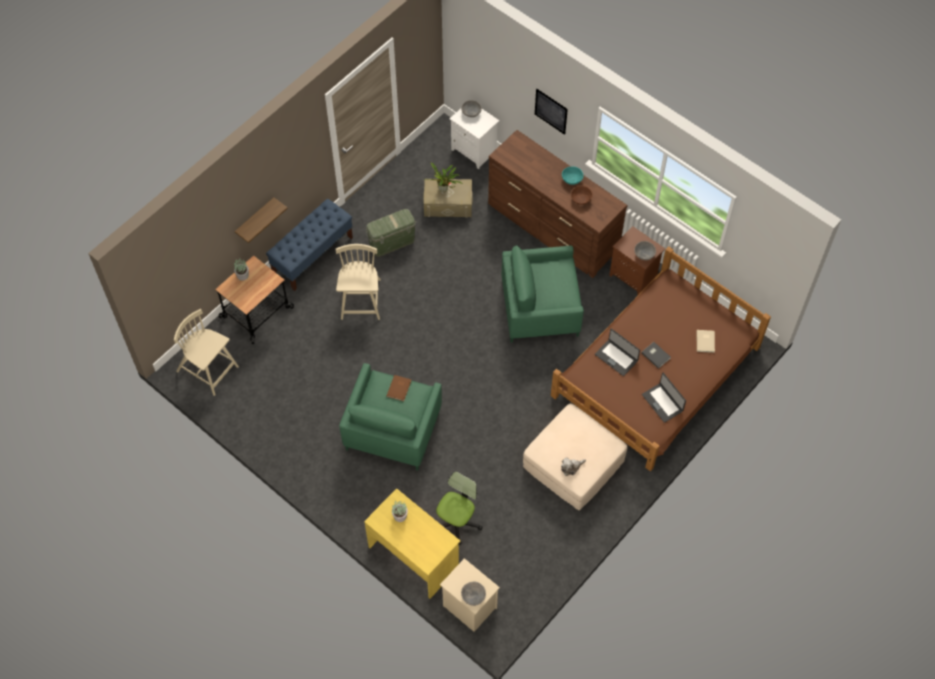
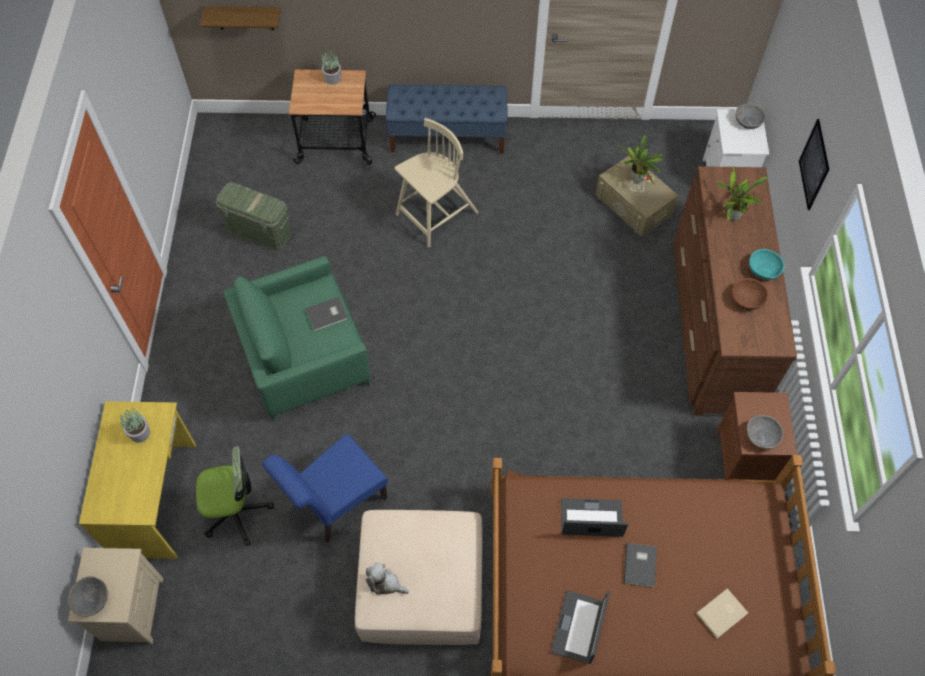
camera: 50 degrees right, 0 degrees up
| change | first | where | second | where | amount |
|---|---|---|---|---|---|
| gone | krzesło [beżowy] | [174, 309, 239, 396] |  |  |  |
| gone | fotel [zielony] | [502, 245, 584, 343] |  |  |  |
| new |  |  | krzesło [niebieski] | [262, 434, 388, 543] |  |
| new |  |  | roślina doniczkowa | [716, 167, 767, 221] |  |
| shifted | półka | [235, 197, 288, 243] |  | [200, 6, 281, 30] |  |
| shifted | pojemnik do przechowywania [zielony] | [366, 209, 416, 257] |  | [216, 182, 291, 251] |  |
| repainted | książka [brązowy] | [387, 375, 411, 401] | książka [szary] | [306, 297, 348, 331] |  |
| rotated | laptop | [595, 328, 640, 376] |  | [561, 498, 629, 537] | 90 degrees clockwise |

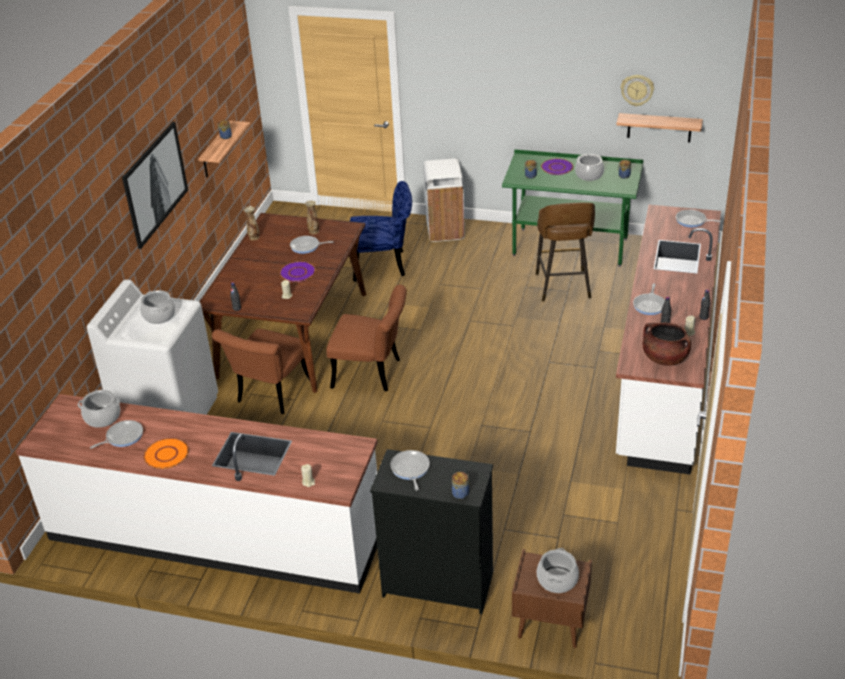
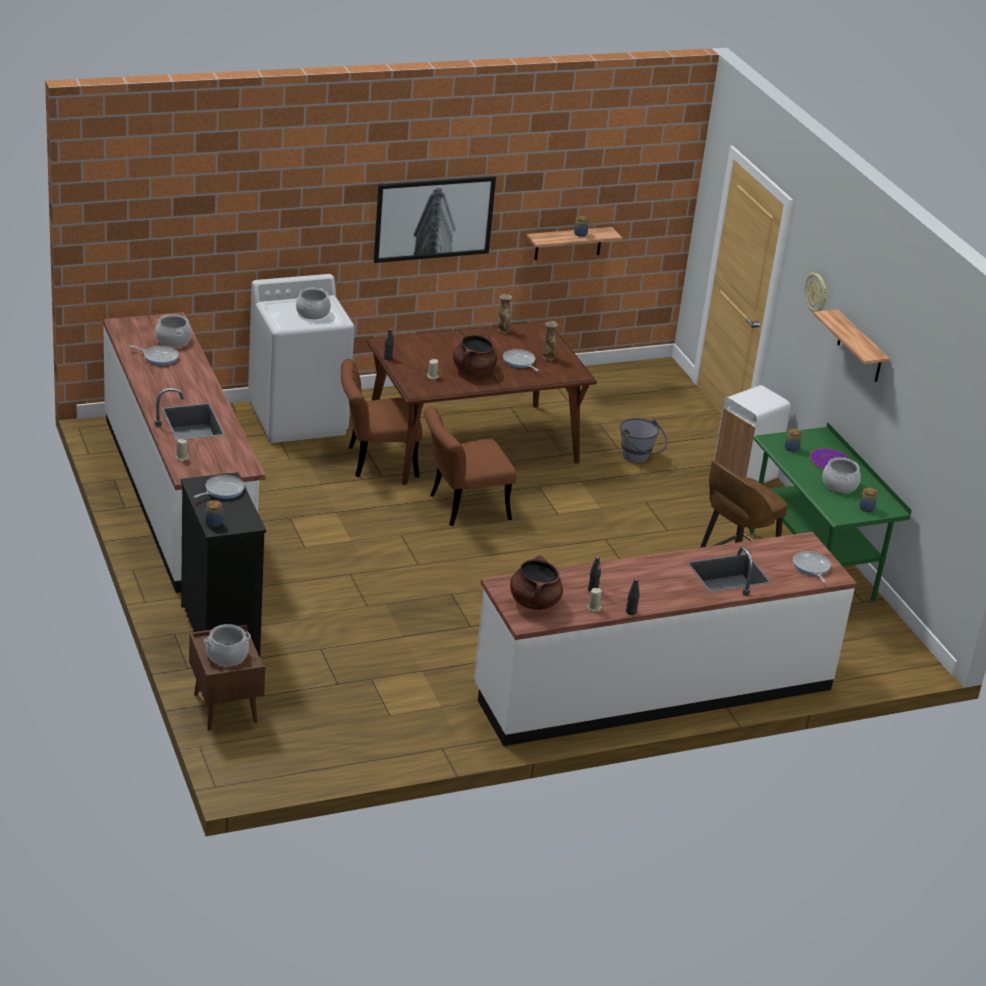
camera: 50 degrees right, 5 degrees down
| change | first | where | second | where | amount |
|---|---|---|---|---|---|
| gone | talerz [pomarańczowy] | [144, 438, 189, 469] |  |  |  |
| gone | patelnia | [633, 284, 665, 315] |  |  |  |
| shifted | półka | [616, 113, 703, 142] |  | [813, 309, 890, 382] |  |
| shifted | zegar ścienny | [621, 75, 654, 106] |  | [805, 273, 827, 313] |  |
| swapped | talerz [fioletowy] | [280, 261, 316, 282] | garnek [brązowy] | [453, 334, 497, 375] |  |
| swapped | krzesło [niebieski] | [350, 181, 412, 282] | wiadro [szary] | [620, 418, 667, 463] |  |
| rotated | krzesło [brązowy] | [326, 285, 407, 392] |  | [424, 406, 516, 526] | 90 degrees clockwise |

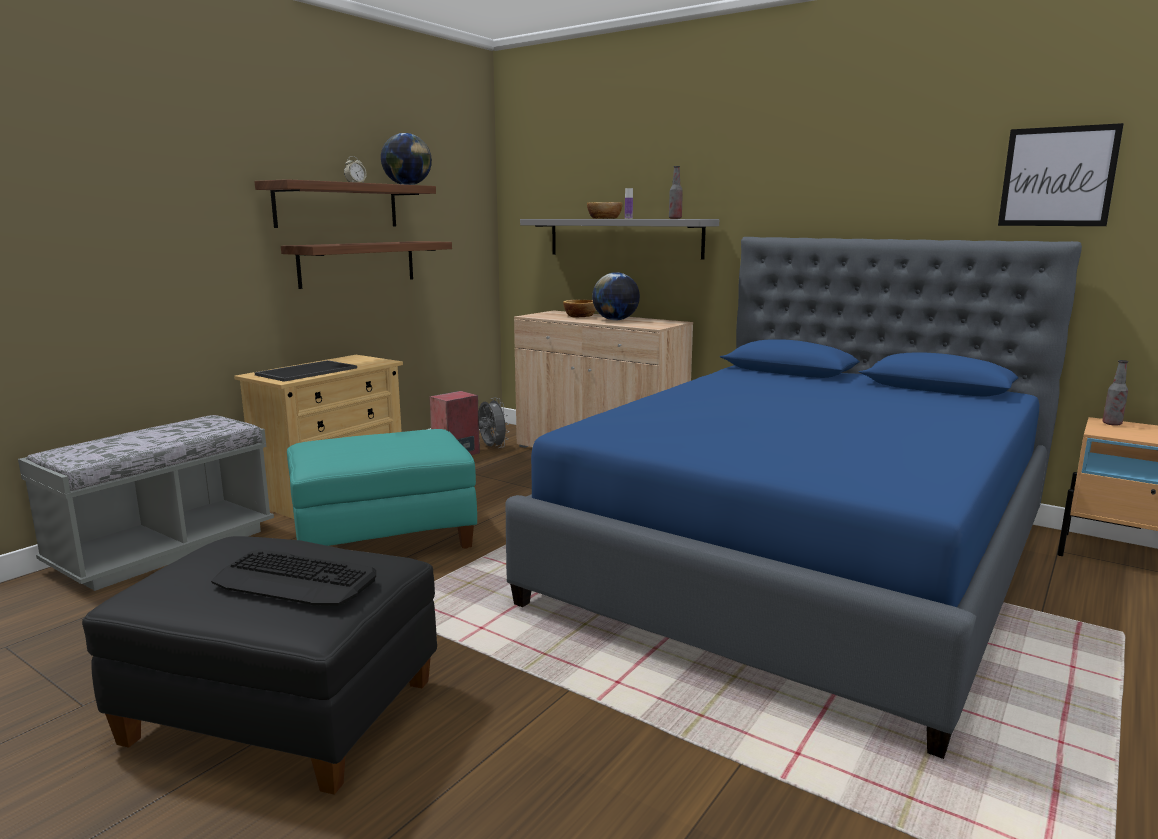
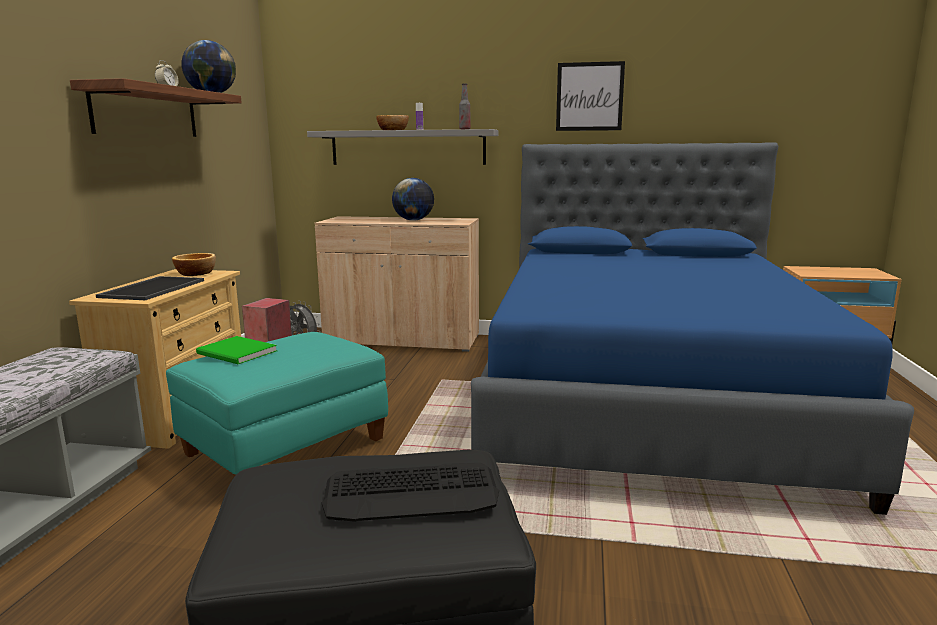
camera: 25 degrees left, 0 degrees up
| change | first | where | second | where | amount |
|---|---|---|---|---|---|
| gone | półka | [281, 241, 452, 289] |  |  |  |
| gone | butelka | [1102, 360, 1128, 426] |  |  |  |
| new |  |  | książka [zielony] | [196, 336, 277, 364] |  |
| shifted | miska | [563, 300, 596, 318] |  | [172, 253, 216, 276] |  |
| shifted | obraz | [998, 123, 1124, 226] |  | [556, 61, 625, 131] |  |

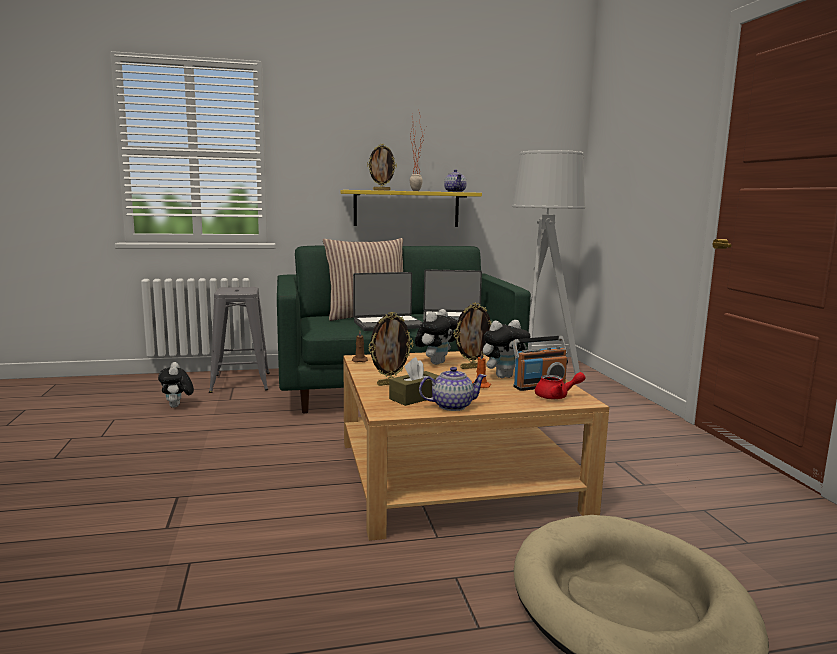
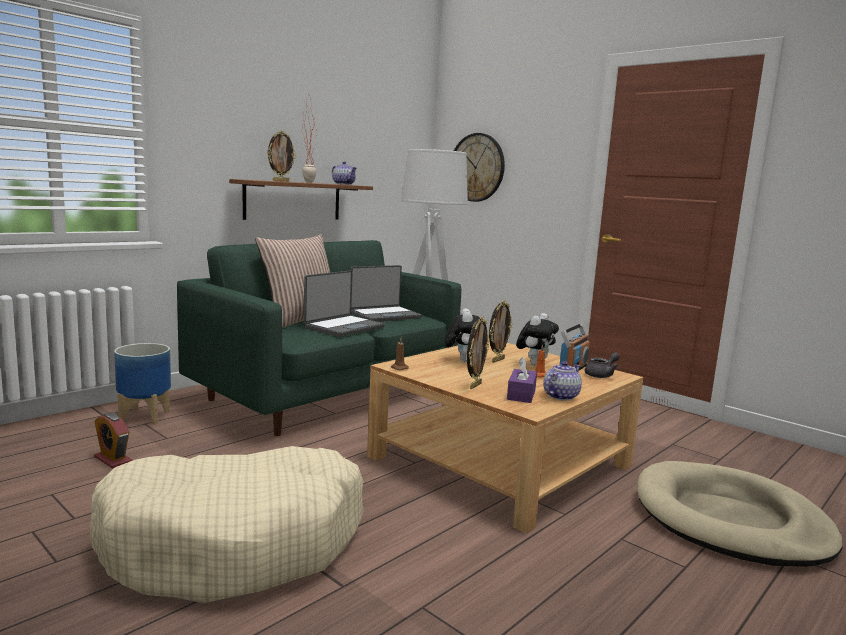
camera: 35 degrees left, 0 degrees up
| change | first | where | second | where | amount |
|---|---|---|---|---|---|
| new |  |  | legowisko [beżowy] | [90, 446, 363, 603] |  |
| new |  |  | zegar ścienny | [454, 133, 505, 202] |  |
| swapped | pluszak | [158, 362, 194, 408] | budzik | [94, 412, 132, 469] |  |
| swapped | stołek [szary] | [209, 287, 270, 393] | donica | [114, 343, 171, 425] |  |
| repainted | półka [żółty] | [340, 190, 482, 227] | półka [brązowy] | [229, 179, 373, 220] |  |
| repainted | pudełko chusteczek [brązowy] | [389, 357, 439, 406] | pudełko chusteczek [fioletowy] | [507, 357, 537, 403] |  |
| repainted | imbryk [czerwony] | [535, 372, 586, 399] | imbryk [szary] | [585, 352, 620, 378] |  |

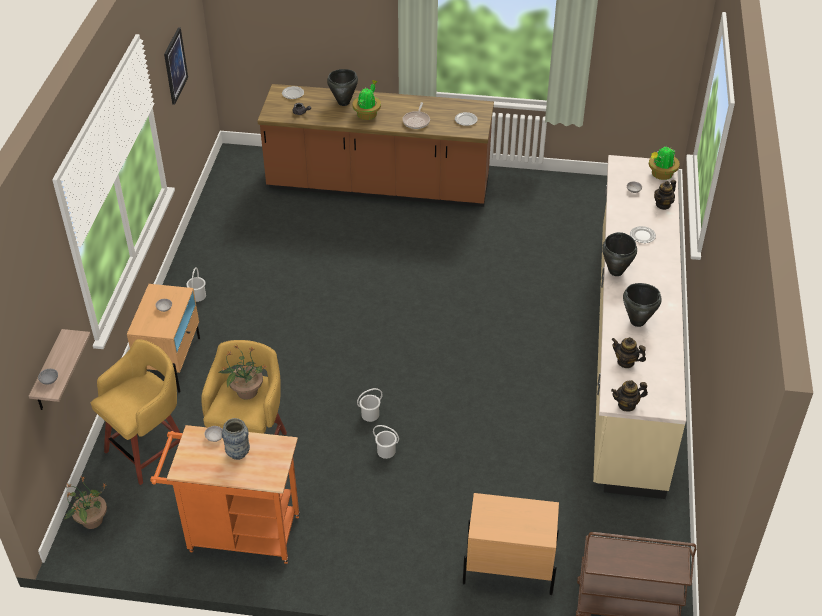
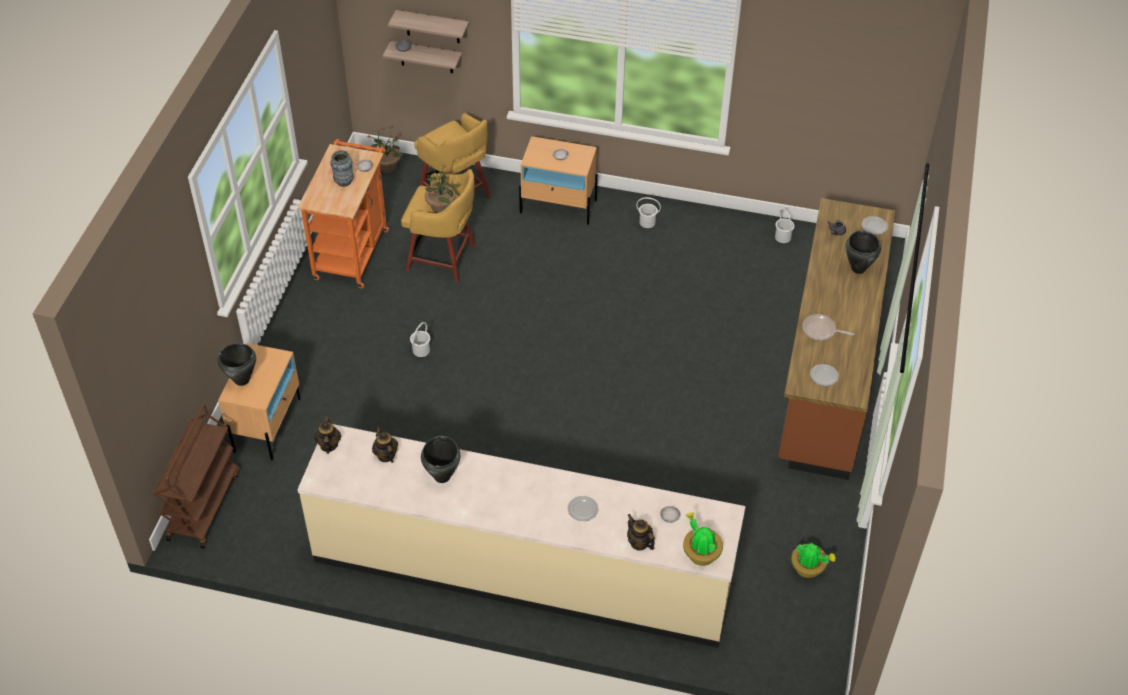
camera: 95 degrees right, 5 degrees up
| change | first | where | second | where | amount |
|---|---|---|---|---|---|
| gone | obraz | [164, 27, 188, 105] |  |  |  |
| new |  |  | półka | [388, 10, 469, 43] |  |
| shifted | roślina doniczkowa | [353, 80, 381, 120] |  | [791, 543, 836, 578] |  |
| shifted | wiadro [biały] | [357, 388, 383, 422] |  | [775, 209, 795, 243] |  |
| shifted | garnek [czarny] | [602, 232, 637, 276] |  | [218, 343, 256, 386] |  |
| rotated | imbryk | [611, 337, 646, 368] |  | [372, 426, 398, 463] | 60 degrees counterclockwise |

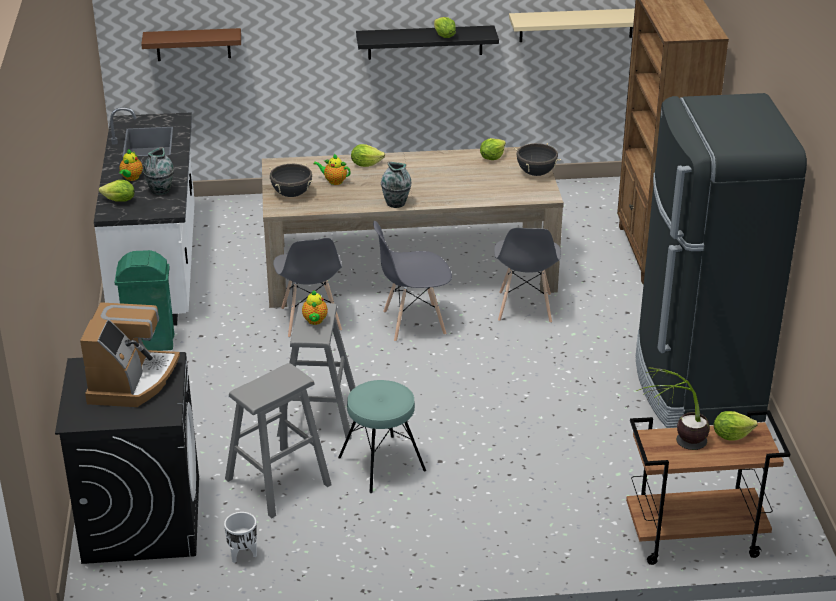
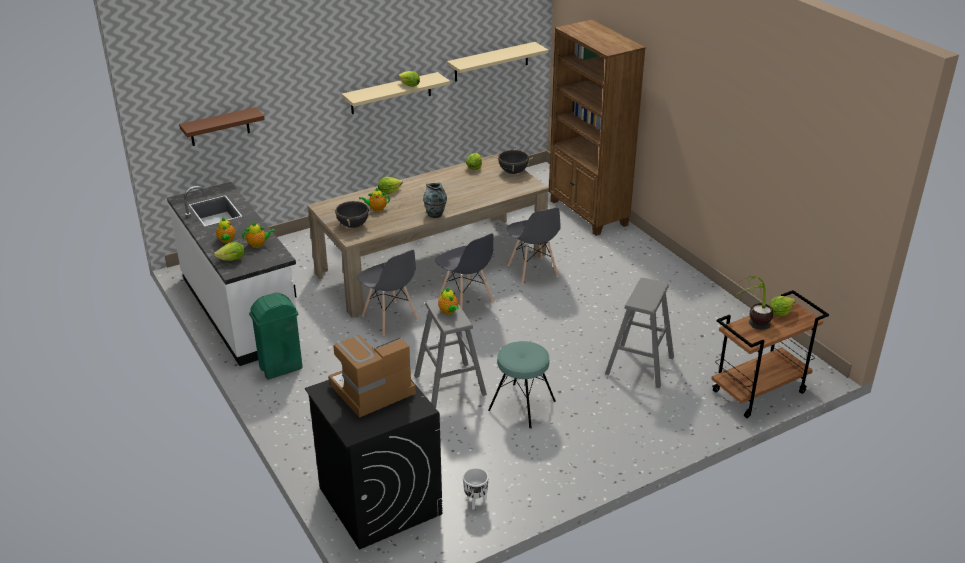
camera: 25 degrees left, 0 degrees up
| change | first | where | second | where | amount |
|---|---|---|---|---|---|
| gone | lodówka [czarny] | [635, 93, 807, 428] |  |  |  |
| shifted | stołek [szary] | [225, 363, 332, 518] |  | [605, 278, 674, 388] |  |
| swapped | wazon | [143, 147, 174, 195] | imbryk | [242, 221, 275, 248] |  |
| repainted | półka [czarny] | [356, 25, 499, 60] | półka [beżowy] | [342, 72, 450, 114] |  |
| rotated | ekspres do kawy | [80, 302, 180, 407] |  | [328, 335, 416, 418] | 105 degrees counterclockwise |
| rotated | krzesło [szary] | [373, 221, 452, 342] |  | [435, 233, 494, 308] | 90 degrees counterclockwise |

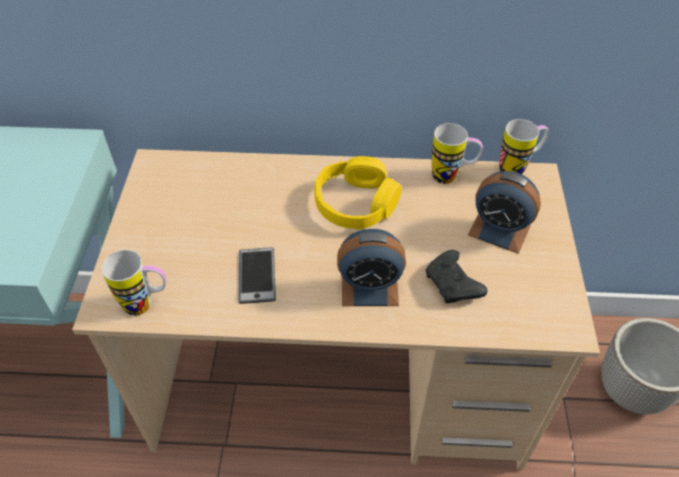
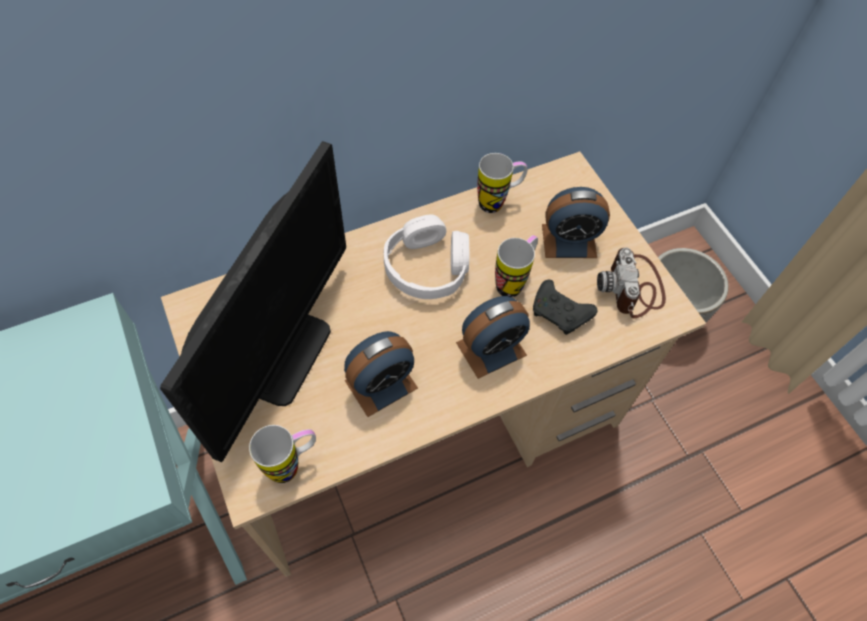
camera: 30 degrees left, 10 degrees up
| change | first | where | second | where | amount |
|---|---|---|---|---|---|
| new |  |  | monitor | [160, 141, 346, 462] |  |
| new |  |  | aparat fotograficzny | [597, 248, 666, 318] |  |
| shifted | kubek | [500, 119, 549, 174] |  | [495, 235, 538, 298] |  |
| swapped | telefon | [239, 247, 276, 304] | budzik | [344, 331, 418, 417] |  |
| repainted | słuchawki [żółty] | [314, 156, 402, 229] | słuchawki [biały] | [384, 214, 469, 299] |  |

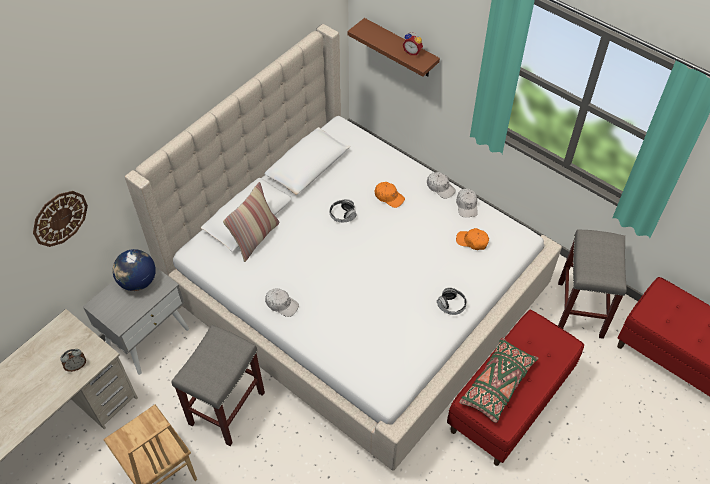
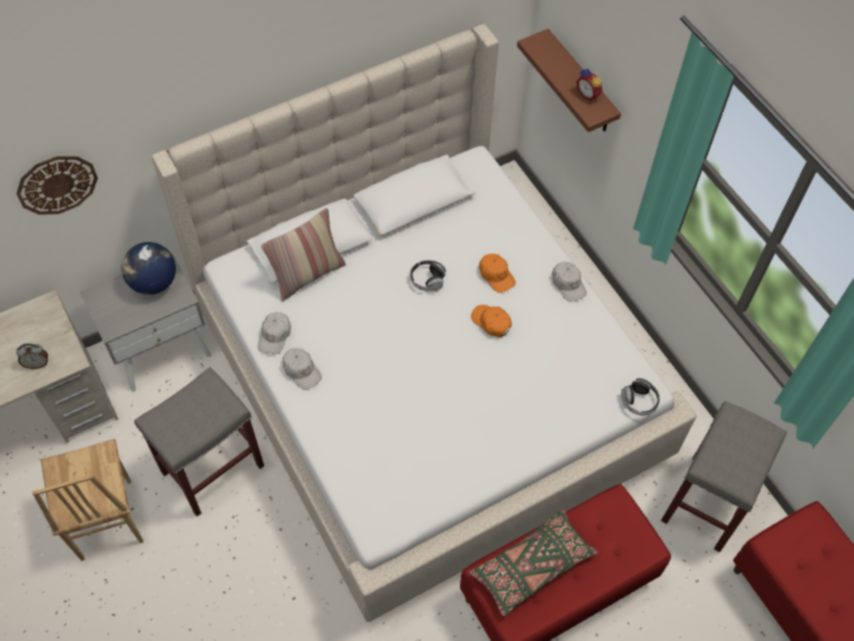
camera: 20 degrees right, 5 degrees up
| change | first | where | second | where | amount |
|---|---|---|---|---|---|
| shifted | słuchawki | [437, 287, 467, 315] |  | [621, 378, 660, 415] |  |
| shifted | czapka z daszkiem [biały] | [456, 189, 478, 217] |  | [258, 312, 291, 354] |  |
| shifted | czapka z daszkiem [pomarańczowy] | [456, 228, 489, 250] |  | [471, 305, 512, 337] |  |

